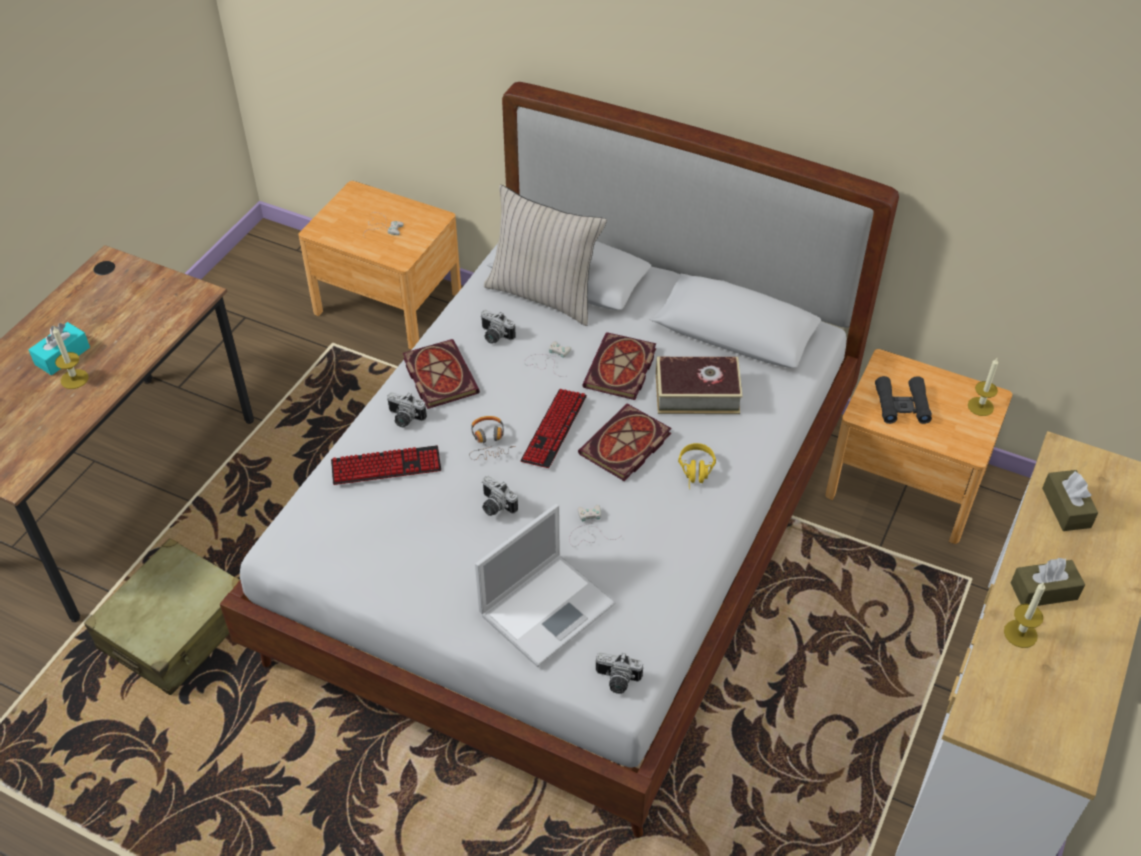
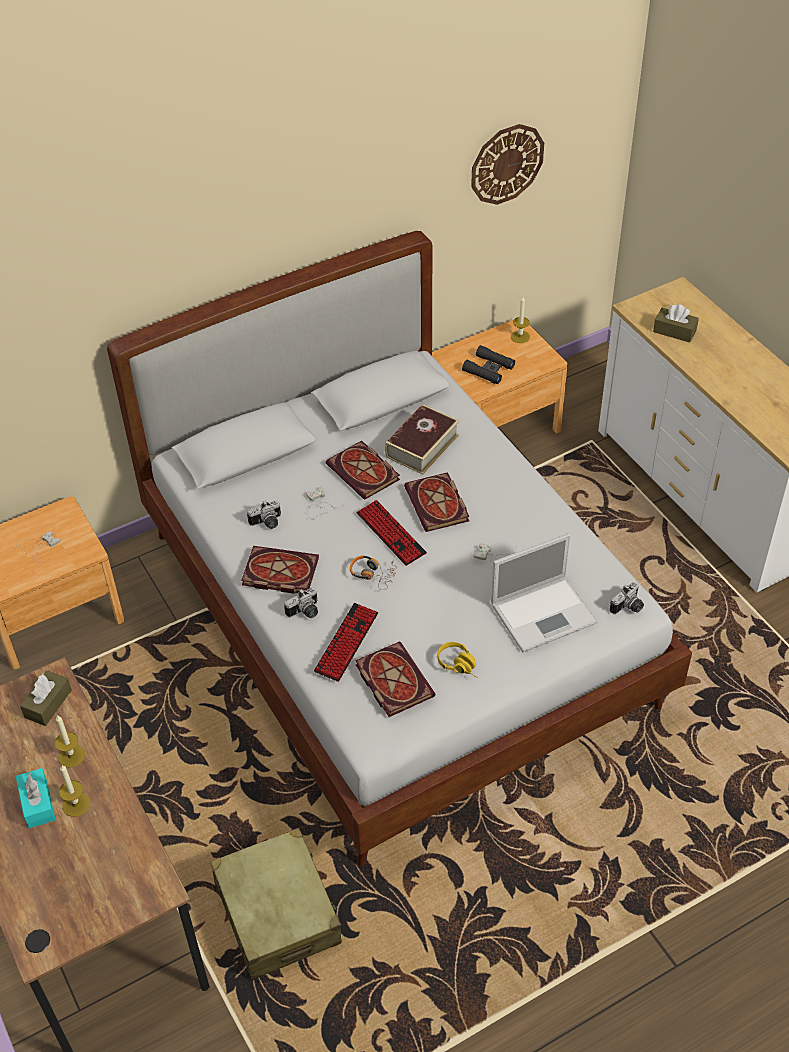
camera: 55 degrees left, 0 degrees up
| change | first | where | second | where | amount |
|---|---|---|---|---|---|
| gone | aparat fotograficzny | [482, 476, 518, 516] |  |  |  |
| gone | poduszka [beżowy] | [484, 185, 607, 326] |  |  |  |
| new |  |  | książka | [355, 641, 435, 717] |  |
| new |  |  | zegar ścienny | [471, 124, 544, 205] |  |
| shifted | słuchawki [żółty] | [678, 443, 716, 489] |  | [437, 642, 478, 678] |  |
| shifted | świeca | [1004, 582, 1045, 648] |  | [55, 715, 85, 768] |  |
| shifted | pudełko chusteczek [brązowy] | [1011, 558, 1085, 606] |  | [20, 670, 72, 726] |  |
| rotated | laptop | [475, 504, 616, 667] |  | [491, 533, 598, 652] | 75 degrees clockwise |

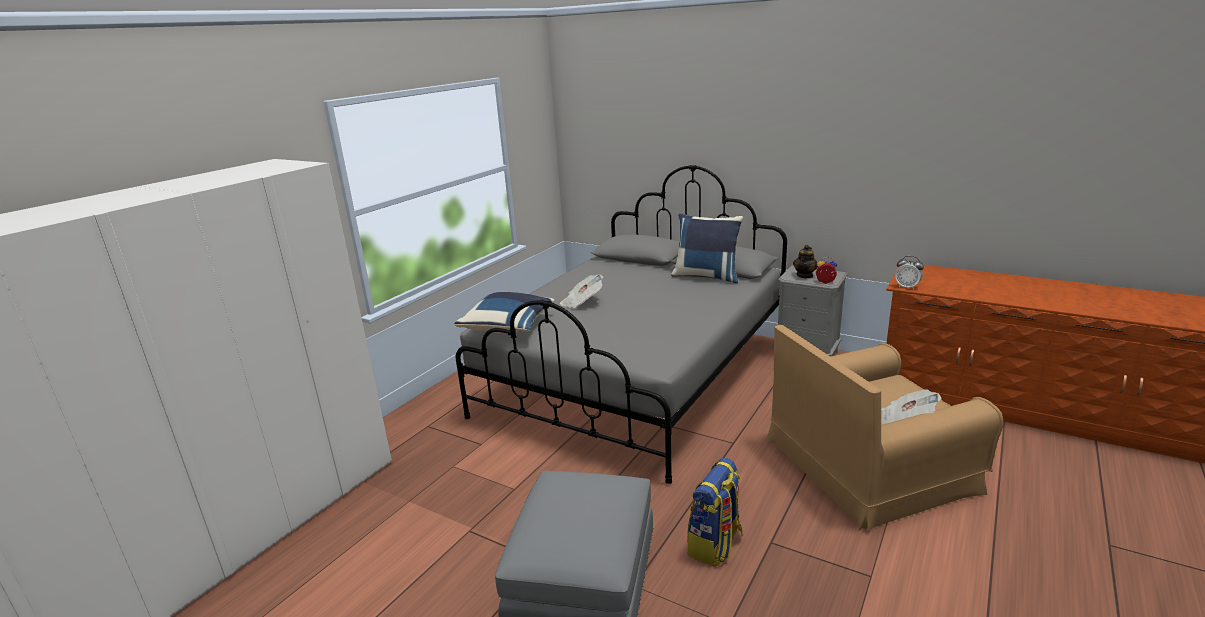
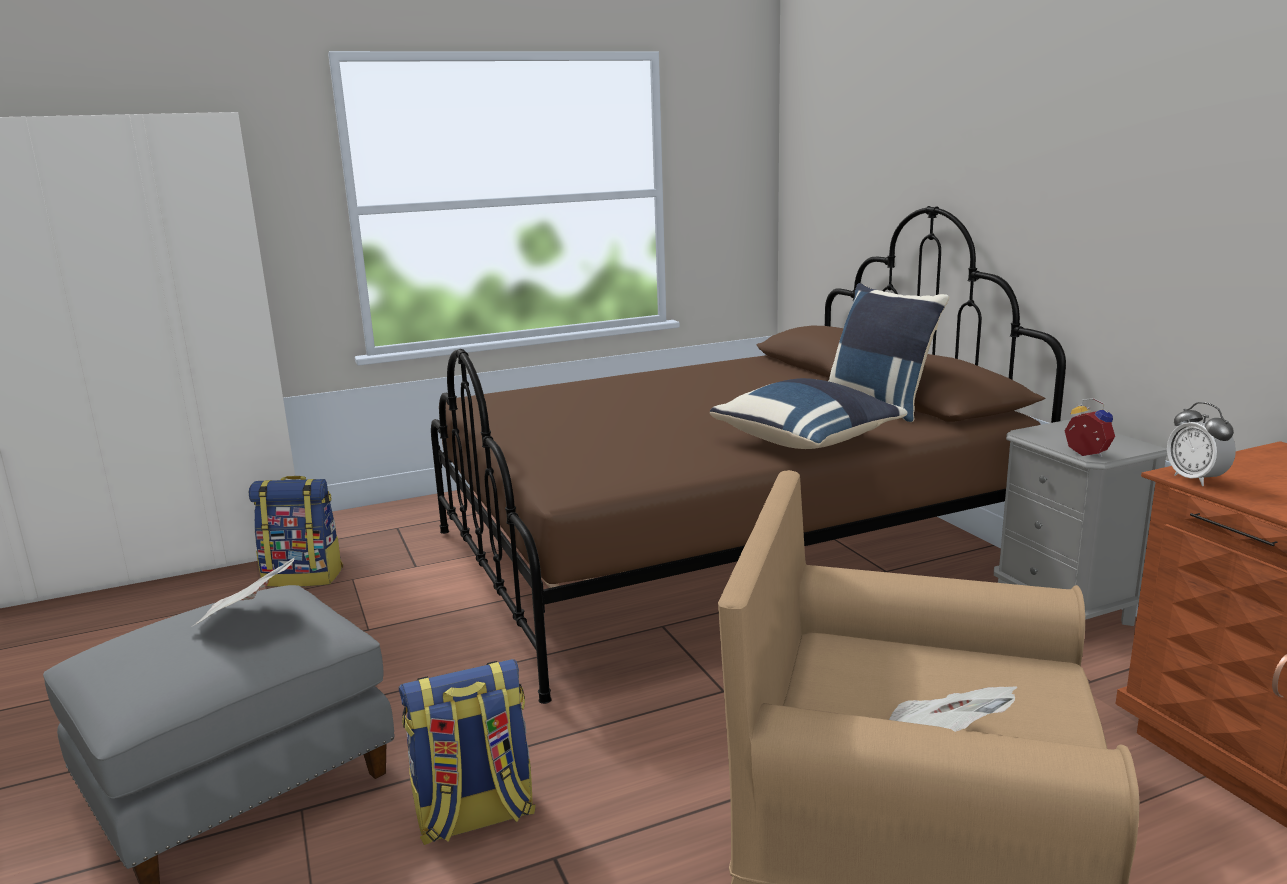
camera: 35 degrees right, 5 degrees down
| change | first | where | second | where | amount |
|---|---|---|---|---|---|
| gone | imbryk | [793, 245, 818, 278] |  |  |  |
| new |  |  | plecak | [249, 476, 343, 587] |  |
| shifted | poduszka [niebieski] | [454, 292, 555, 333] |  | [710, 378, 908, 449] |  |
| shifted | gazeta | [560, 275, 603, 308] |  | [191, 556, 297, 627] |  |
| repainted | łóżko [szary] | [456, 165, 787, 484] | łóżko [brązowy] | [431, 206, 1066, 704] |  |

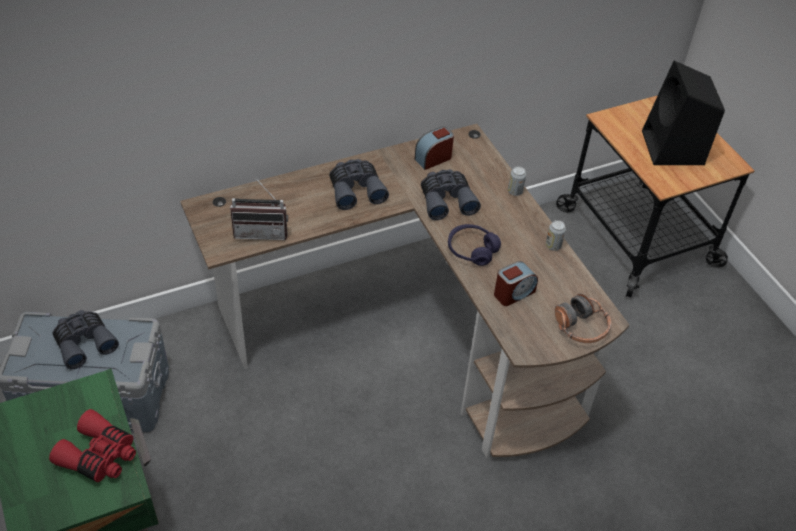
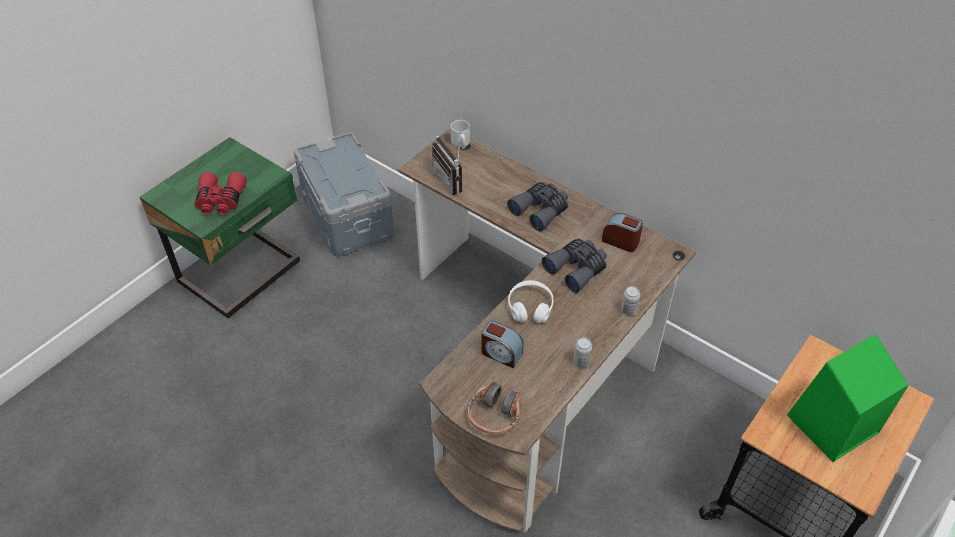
camera: 65 degrees right, 0 degrees up
| change | first | where | second | where | amount |
|---|---|---|---|---|---|
| gone | lornetka [szary] | [52, 310, 119, 369] |  |  |  |
| new |  |  | kubek [szary] | [451, 120, 470, 148] |  |
| repainted | słuchawki [fioletowy] | [448, 224, 501, 266] | słuchawki [biały] | [508, 280, 554, 323] |  |
| repainted | głośnik [czarny] | [642, 60, 725, 165] | głośnik [zielony] | [787, 334, 909, 462] |  |

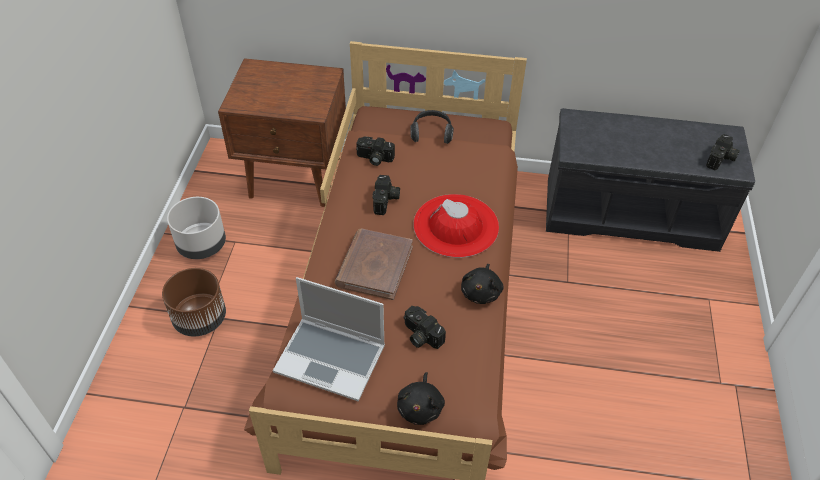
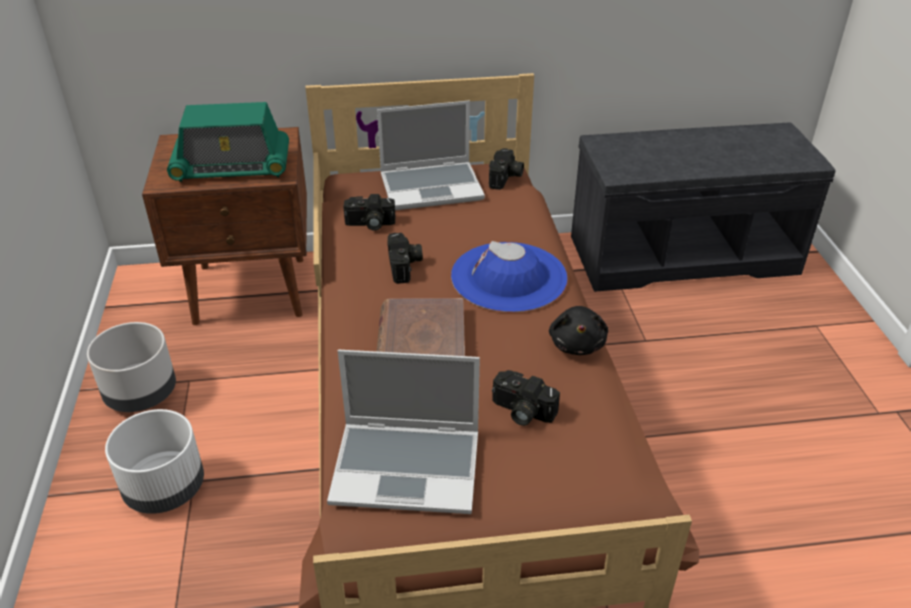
camera: 15 degrees left, 10 degrees down
| change | first | where | second | where | amount |
|---|---|---|---|---|---|
| gone | pluszak [czarny] | [397, 372, 445, 425] |  |  |  |
| new |  |  | radio | [167, 102, 289, 182] |  |
| shifted | aparat fotograficzny | [706, 134, 740, 170] |  | [489, 148, 524, 190] |  |
| swapped | słuchawki | [410, 110, 454, 144] | laptop | [377, 101, 485, 210] |  |
| repainted | donica [brązowy] | [162, 268, 226, 336] | donica [biały] | [105, 409, 204, 514] |  |
| repainted | kapelusz [czerwony] | [413, 194, 499, 258] | kapelusz [niebieski] | [451, 241, 567, 312] |  |

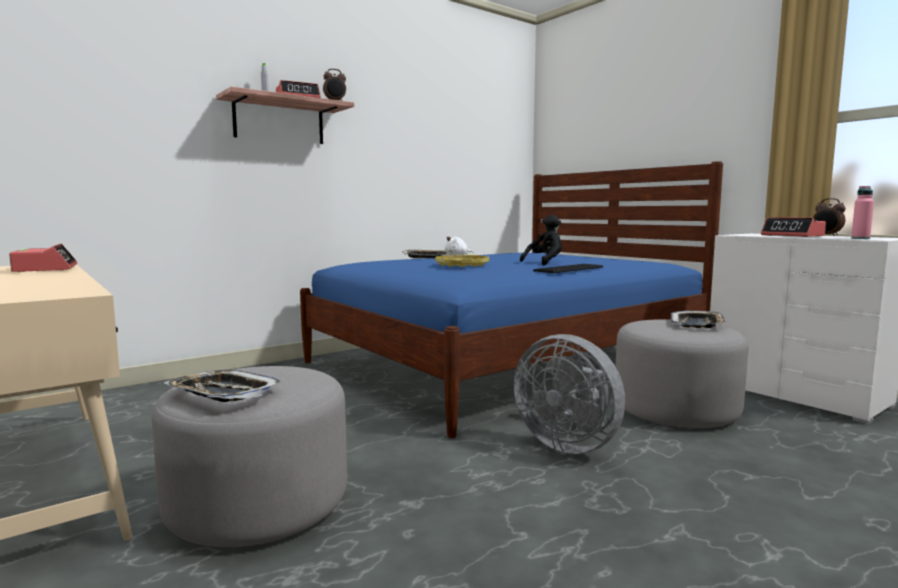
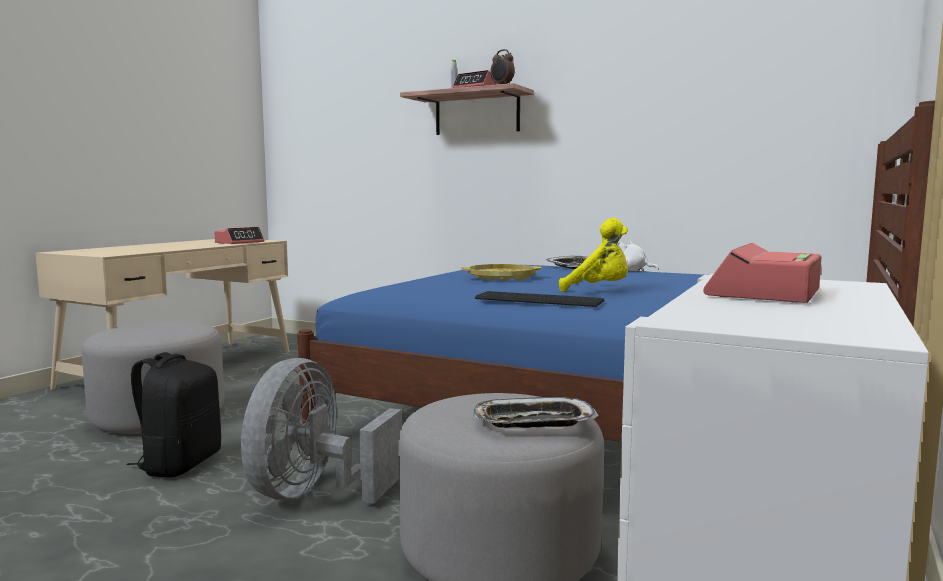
camera: 65 degrees right, 0 degrees up
| change | first | where | second | where | amount |
|---|---|---|---|---|---|
| gone | taca | [165, 370, 282, 402] |  |  |  |
| gone | budzik | [813, 198, 846, 236] |  |  |  |
| gone | butelka [różowy] | [851, 186, 874, 239] |  |  |  |
| new |  |  | plecak [czarny] | [127, 352, 221, 478] |  |
| repainted | pluszak [czarny] | [520, 214, 562, 265] | pluszak [żółty] | [559, 218, 628, 292] |  |

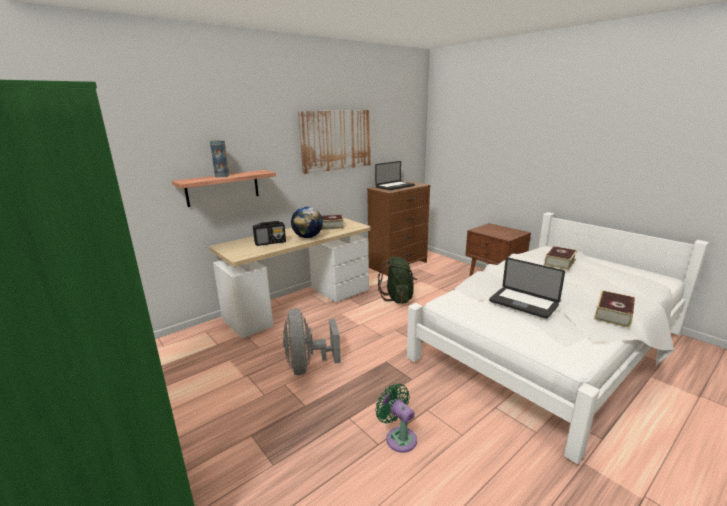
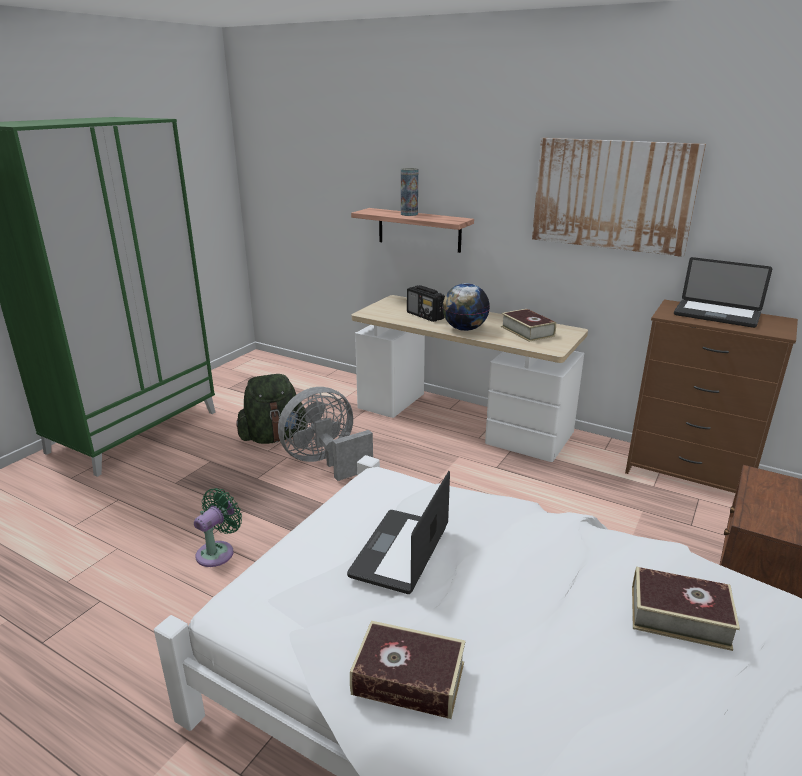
camera: 70 degrees right, 5 degrees up
| change | first | where | second | where | amount |
|---|---|---|---|---|---|
| shifted | plecak [zielony] | [378, 257, 417, 304] |  | [236, 374, 308, 444] |  |

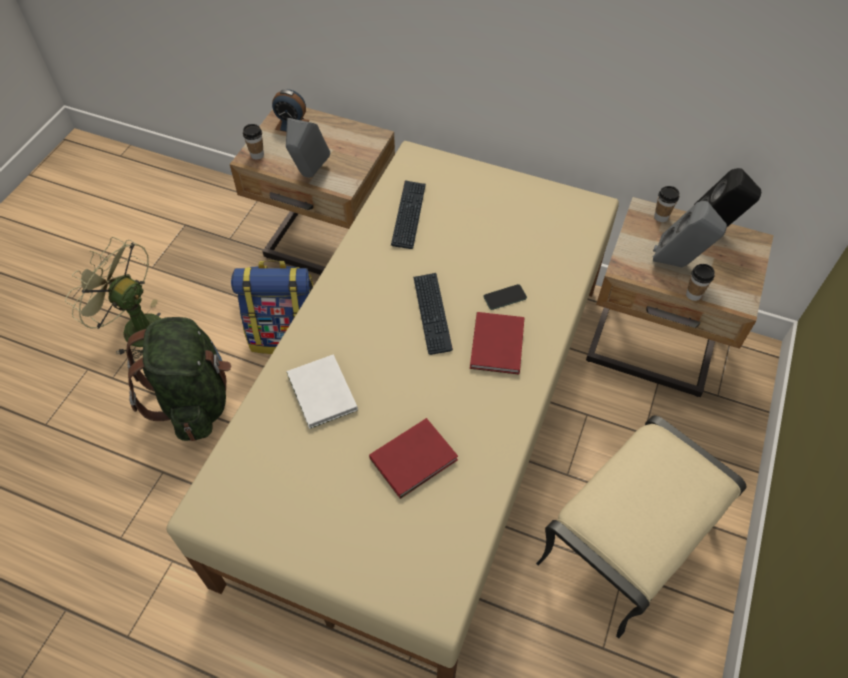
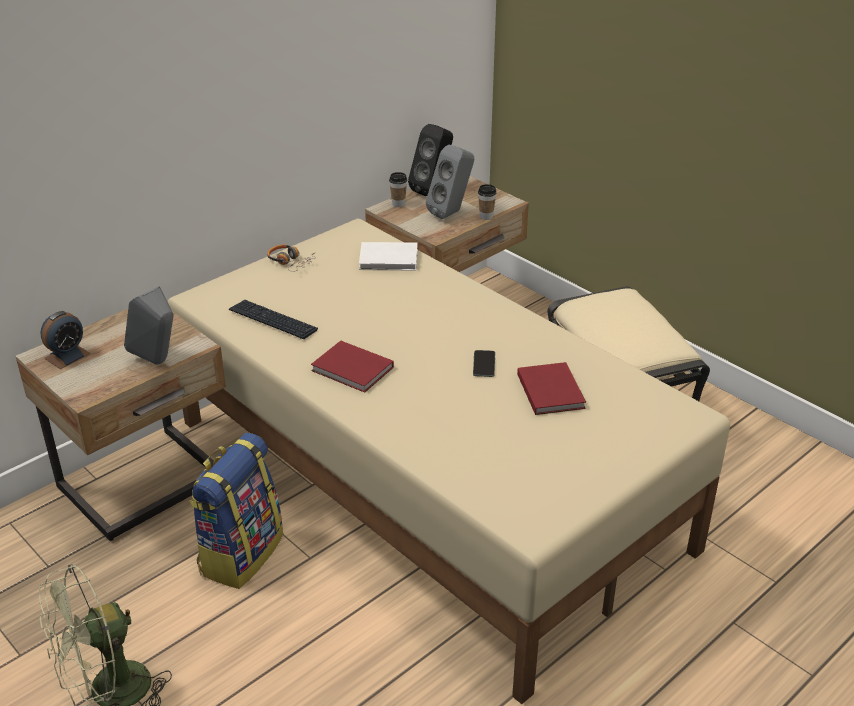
camera: 65 degrees left, 20 degrees down
| change | first | where | second | where | amount |
|---|---|---|---|---|---|
| gone | plecak [zielony] | [126, 317, 231, 441] |  |  |  |
| gone | filiżanka | [243, 124, 264, 160] |  |  |  |
| gone | klawiatura | [413, 273, 453, 355] |  |  |  |
| new |  |  | słuchawki | [267, 244, 316, 272] |  |
| shifted | książka [biały] | [286, 354, 358, 429] |  | [359, 242, 417, 270] |  |
| shifted | książka [czerwony] | [470, 312, 524, 375] |  | [311, 341, 394, 393] |  |
| shifted | telefon | [483, 284, 527, 310] |  | [473, 350, 495, 377] |  |

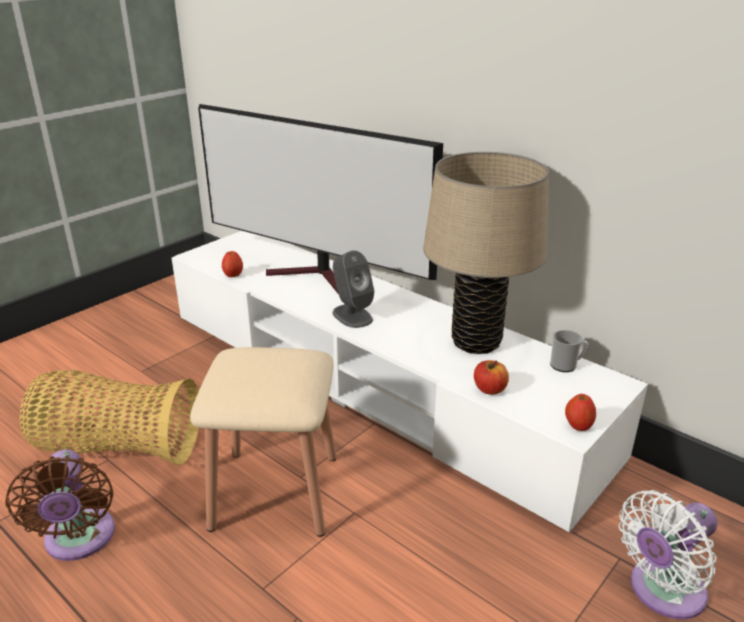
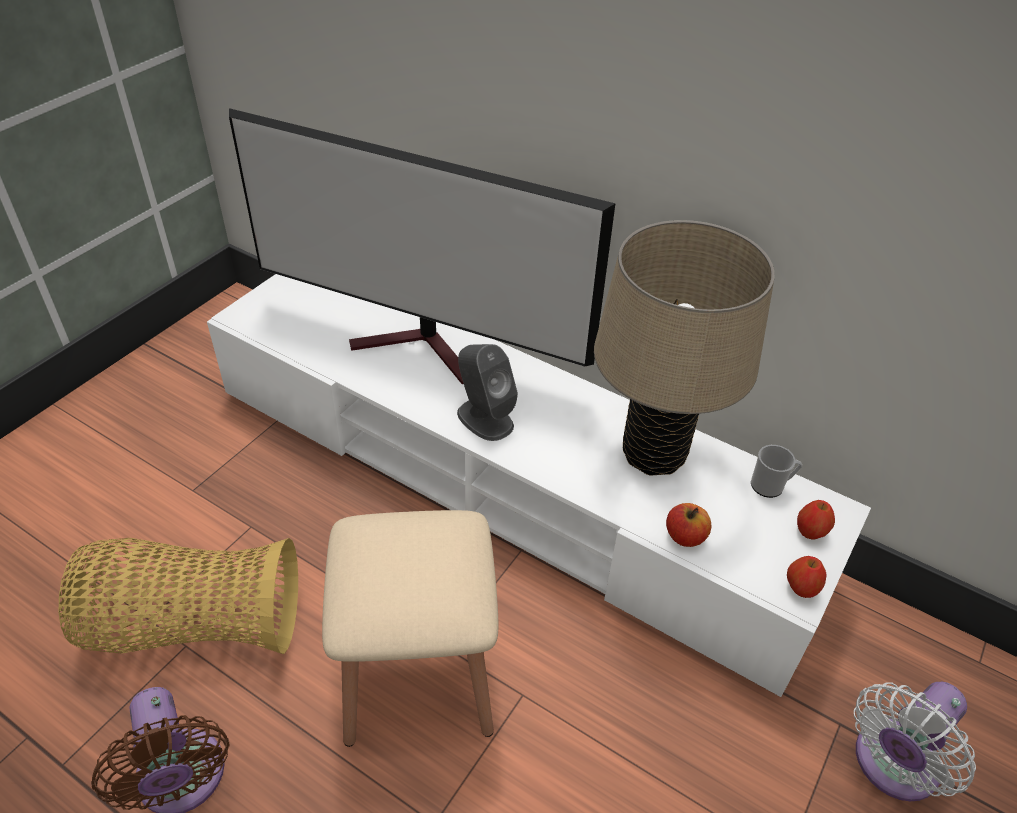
camera: 10 degrees left, 15 degrees up
| change | first | where | second | where | amount |
|---|---|---|---|---|---|
| shifted | jabłko | [222, 251, 243, 277] |  | [797, 500, 835, 540] |  |

